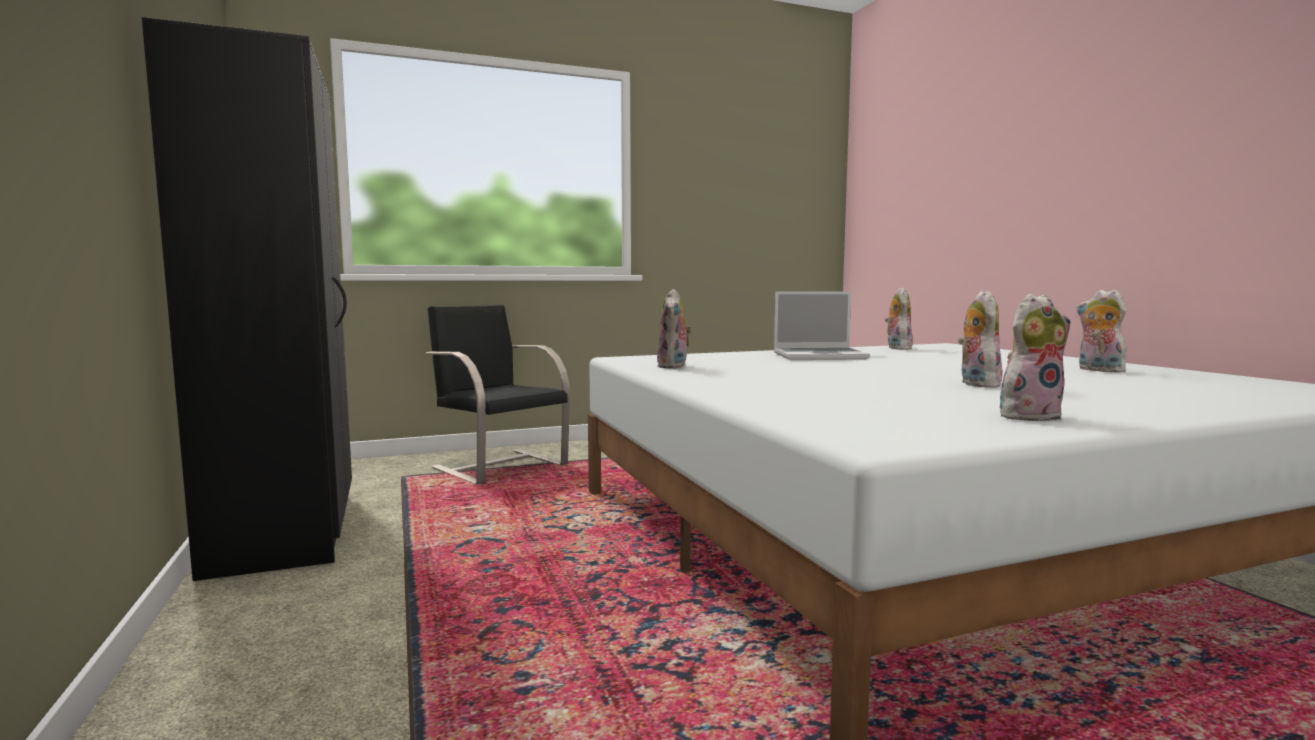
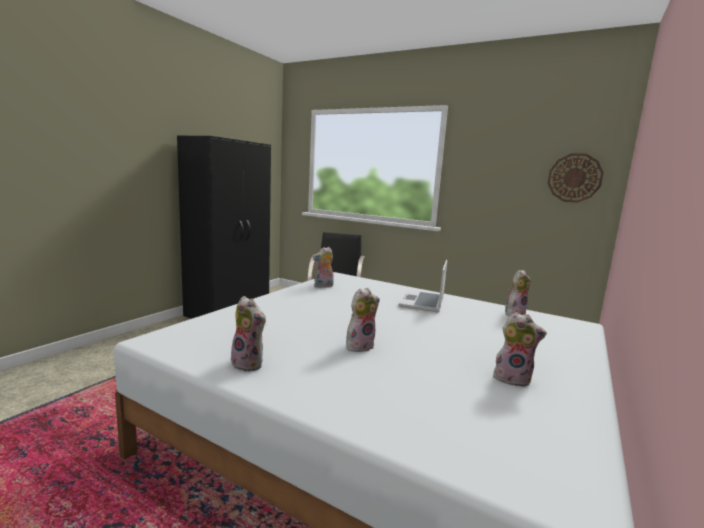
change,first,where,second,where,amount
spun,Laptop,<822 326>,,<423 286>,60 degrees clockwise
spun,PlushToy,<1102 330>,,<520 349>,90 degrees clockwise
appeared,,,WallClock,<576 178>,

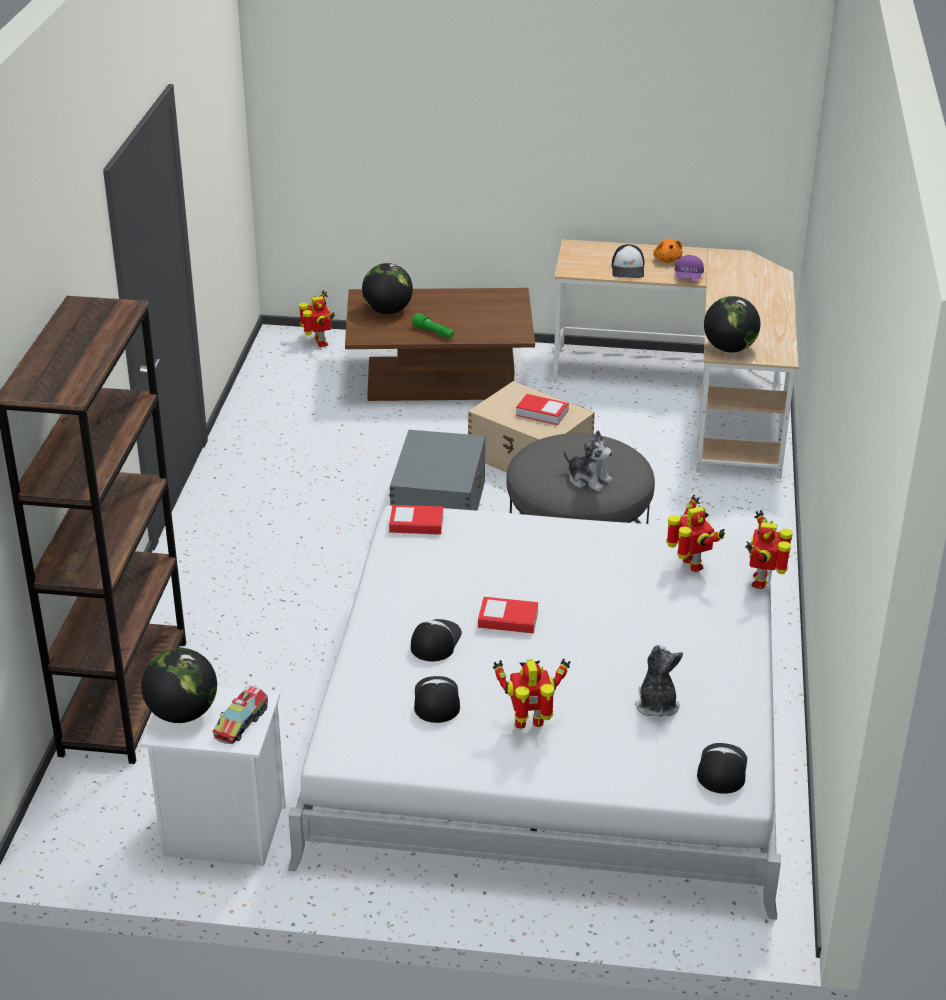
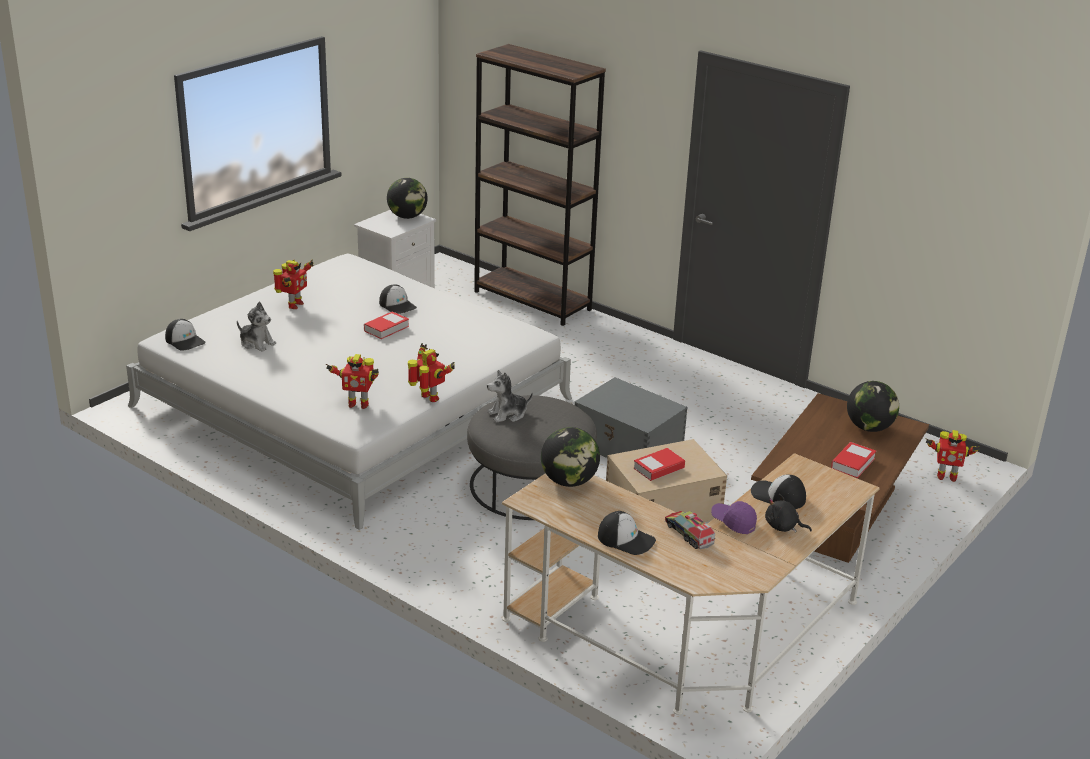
change,first,where,second,where,amount
relocated,ToyTruck,<240 714>,,<690 530>,
relocated,Book,<416 520>,,<853 460>,
missing,GreenFlashlight,<433 325>,,,
relocated,Cap,<437 699>,,<627 533>,
colour,OrangePlushToy,<668 251>,BlackPlushToy,<788 513>,
relocated,ToyRobot,<769 549>,,<431 372>,

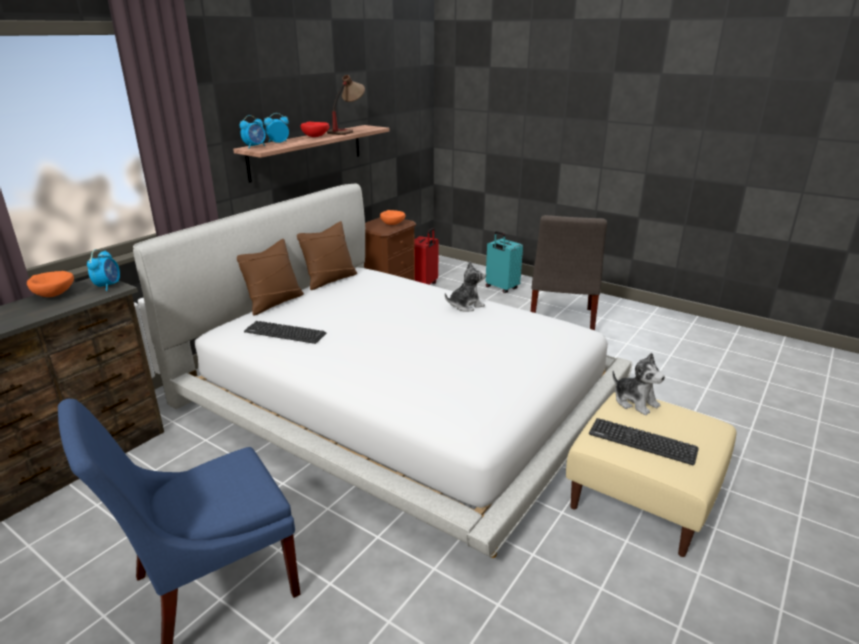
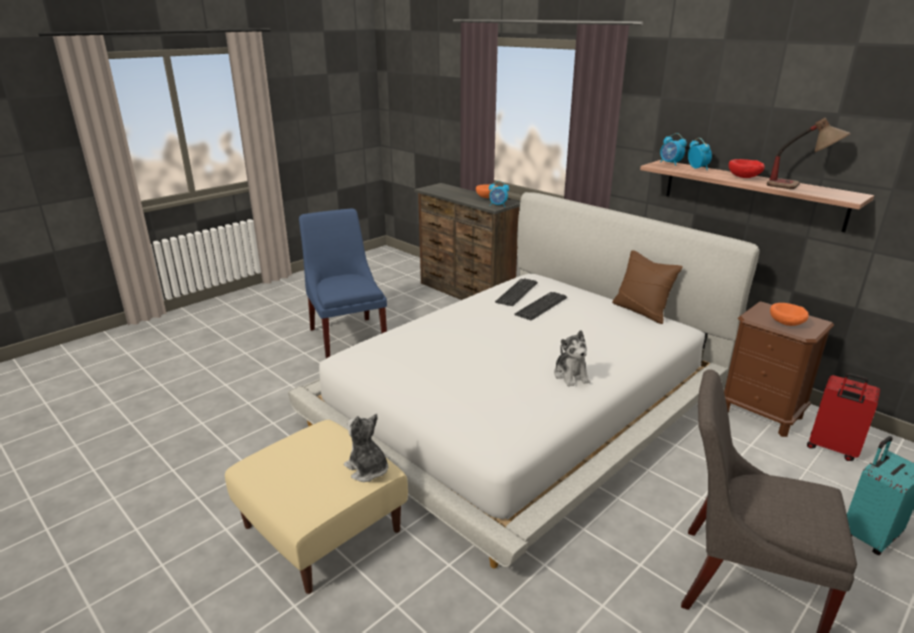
change,first,where,second,where,amount
missing,BrownPillow,<270 277>,,,
relocated,Keyboard,<644 441>,,<540 306>,
spun,PlushToy,<638 384>,,<366 448>,75 degrees clockwise

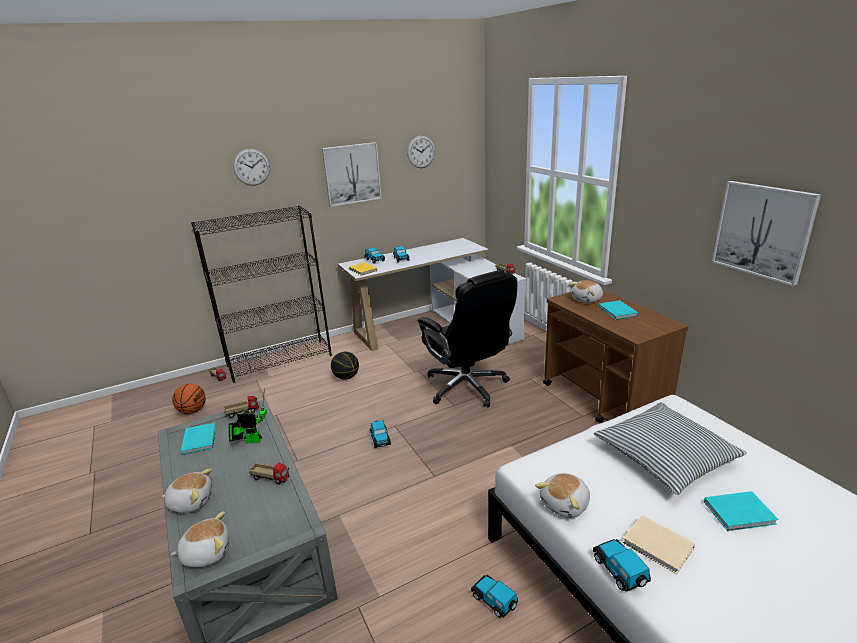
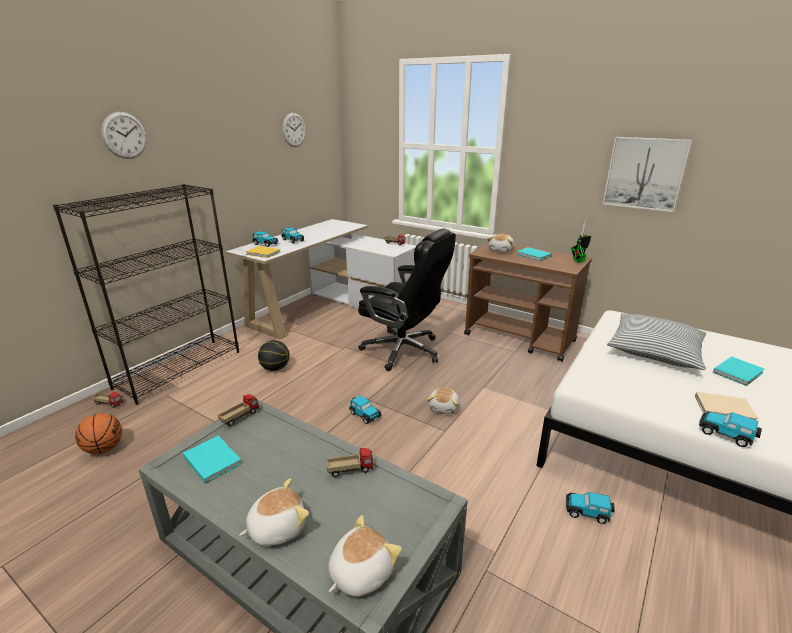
change,first,where,second,where,amount
relocated,ToyRobot,<248 416>,,<581 242>,
missing,Picture,<352 174>,,,
relocated,PlushToy,<562 495>,,<443 401>,

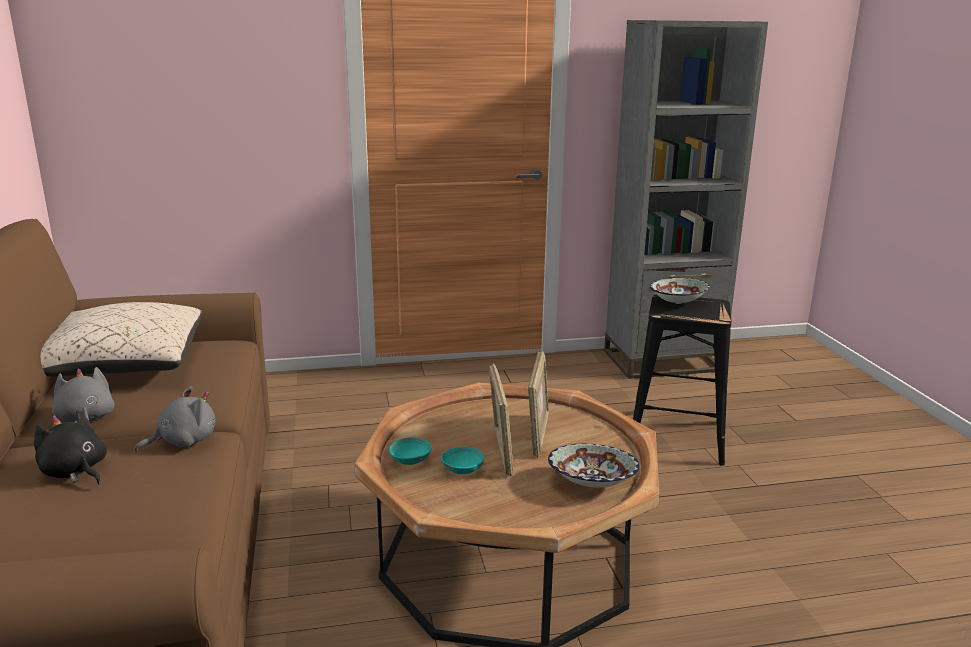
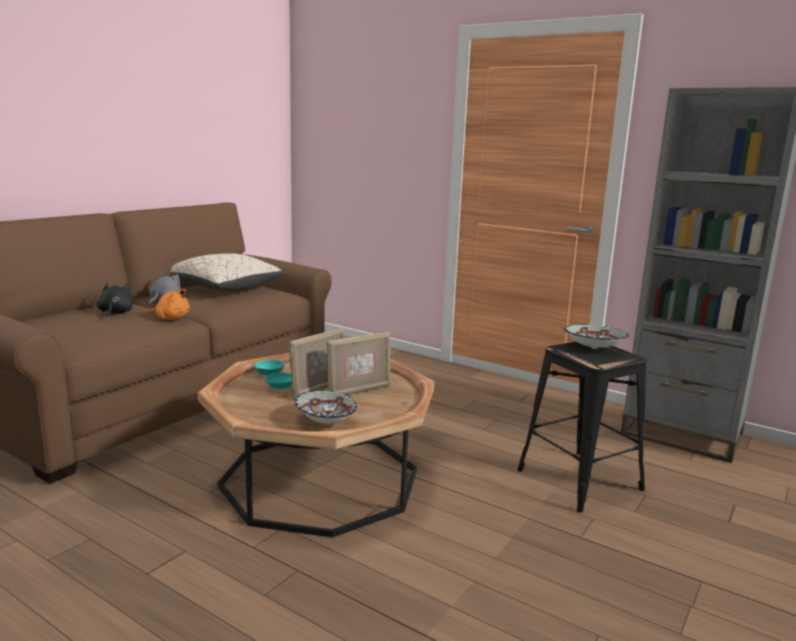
change,first,where,second,where,amount
colour,GreyPlushToy,<175 419>,OrangePlushToy,<167 304>,

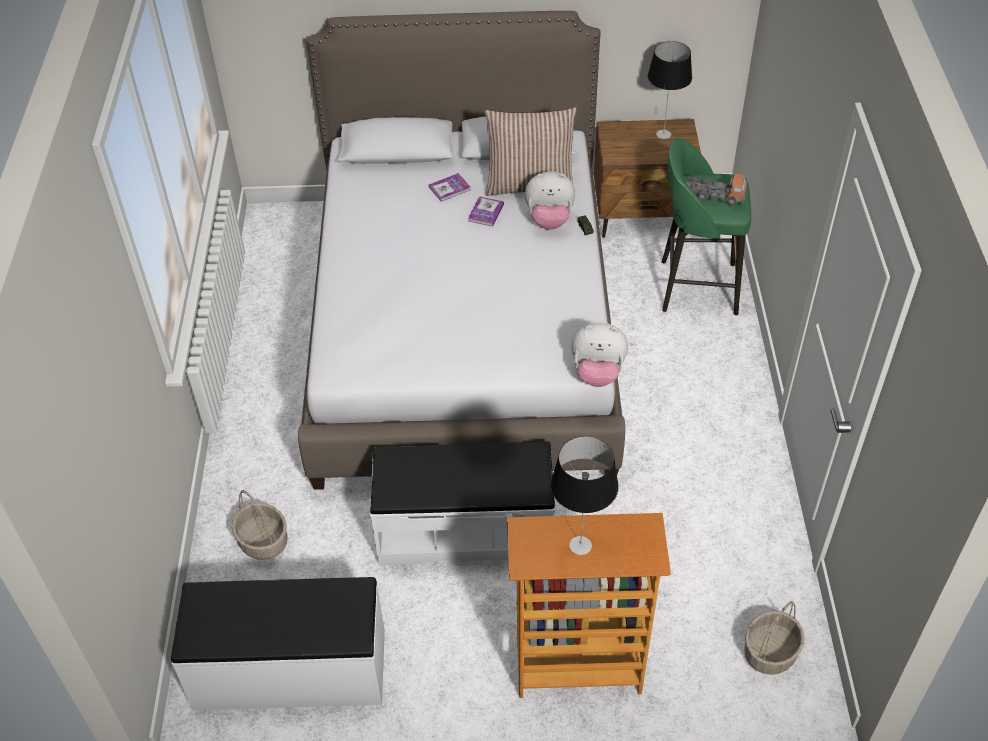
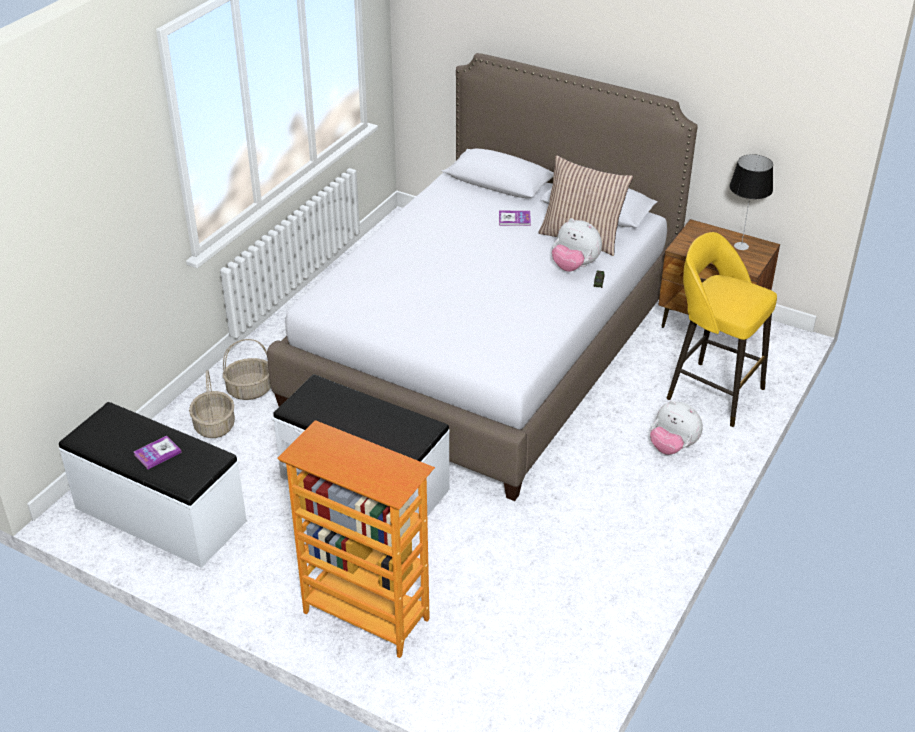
change,first,where,second,where,amount
relocated,Book,<486 211>,,<158 452>,
missing,TableLamp,<585 495>,,,
relocated,PlushToy,<599 354>,,<676 427>,
colour,GreenStool,<706 226>,YellowStool,<722 329>,
missing,ToyTruck,<716 189>,,,
relocated,Basket,<774 638>,,<247 369>,

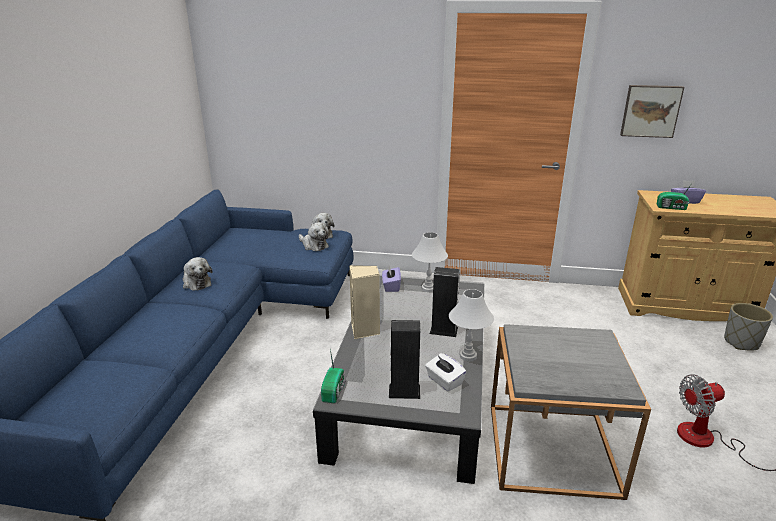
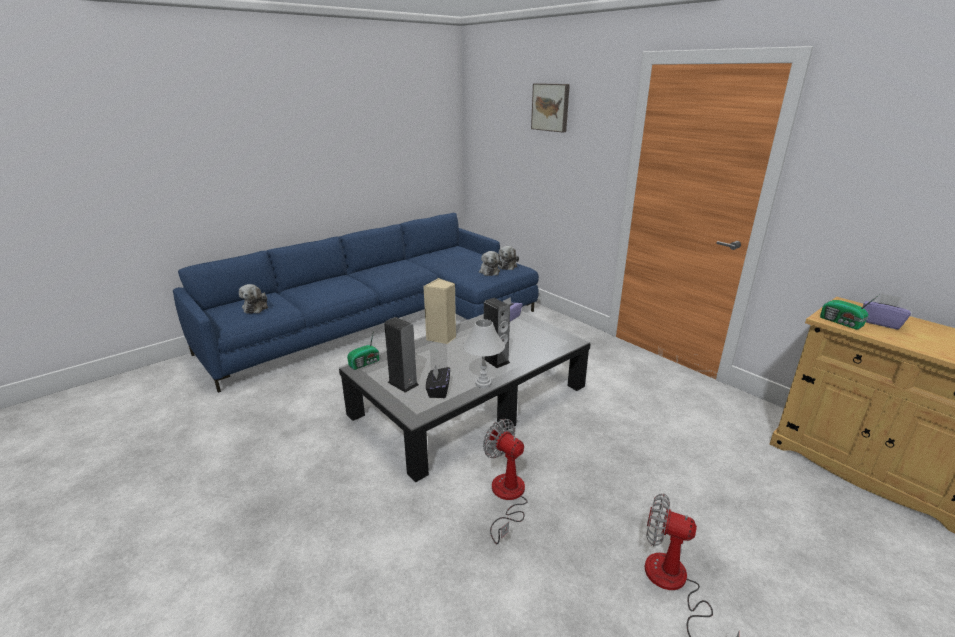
change,first,where,second,where,amount
relocated,PlushToy,<197 273>,,<253 299>,
missing,WhiteTableLamp,<430 262>,,,
colour,WhiteTissueBox,<445 372>,BlackTissueBox,<438 381>,
exchanged,GreySideTable,<571 412>,Fan,<505 482>,
relocated,Picture,<652 111>,,<550 108>,
missing,GreyPlanter,<748 327>,,,

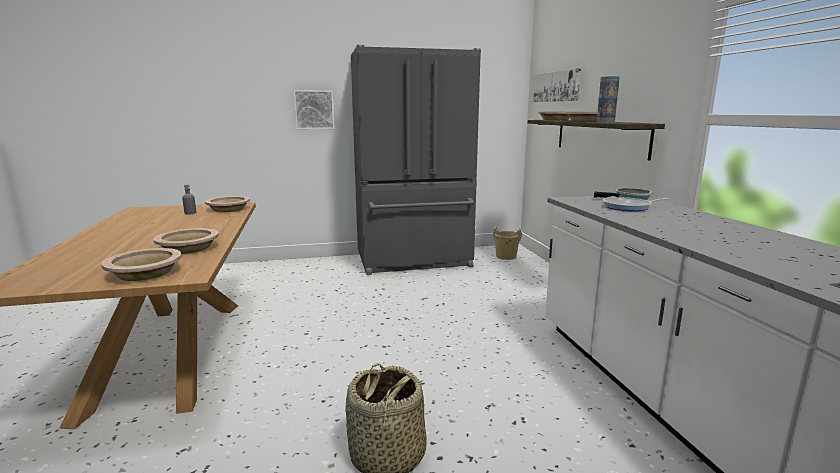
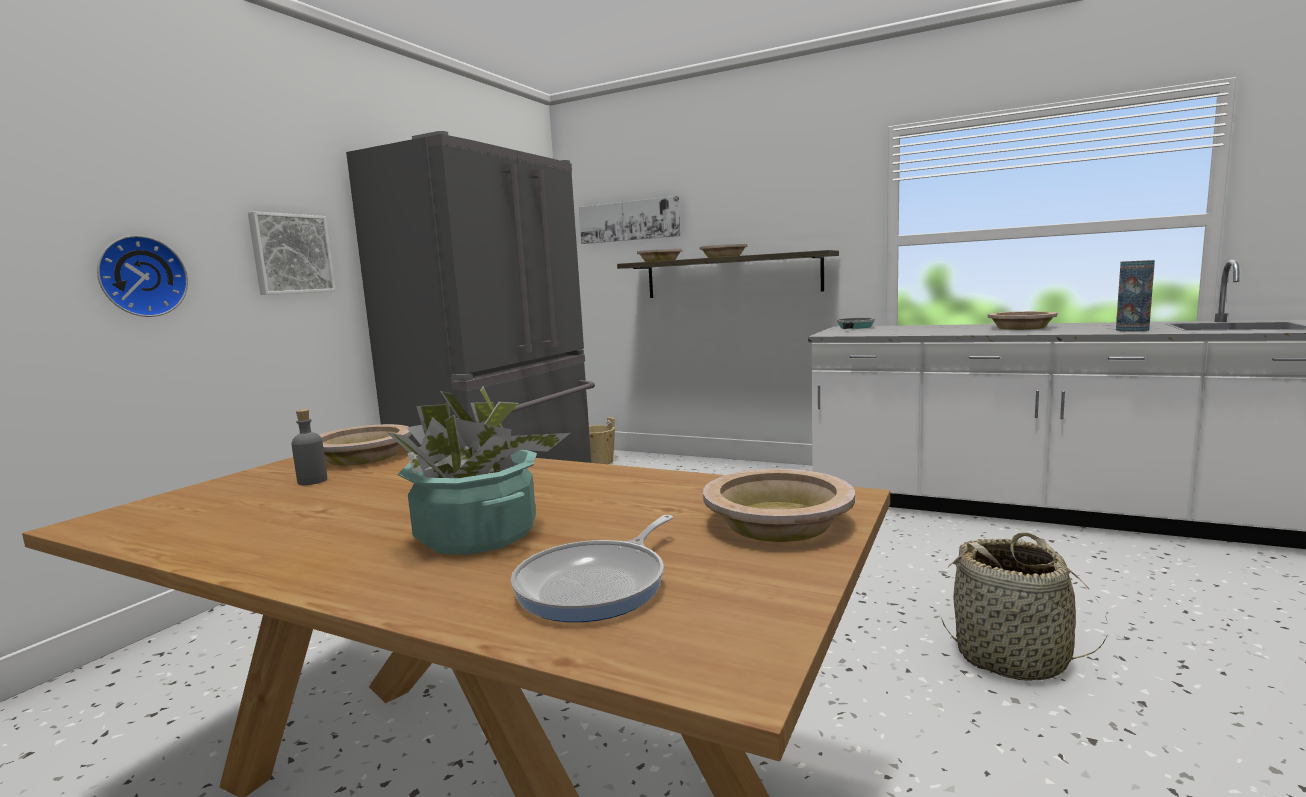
change,first,where,second,where,amount
relocated,BeigeBowl,<186 241>,,<1022 320>,
relocated,Vase,<608 99>,,<1135 296>,
relocated,FryingPan,<636 204>,,<592 568>,
appeared,,,WallClock,<142 276>,
appeared,,,PottedPlant,<478 471>,

